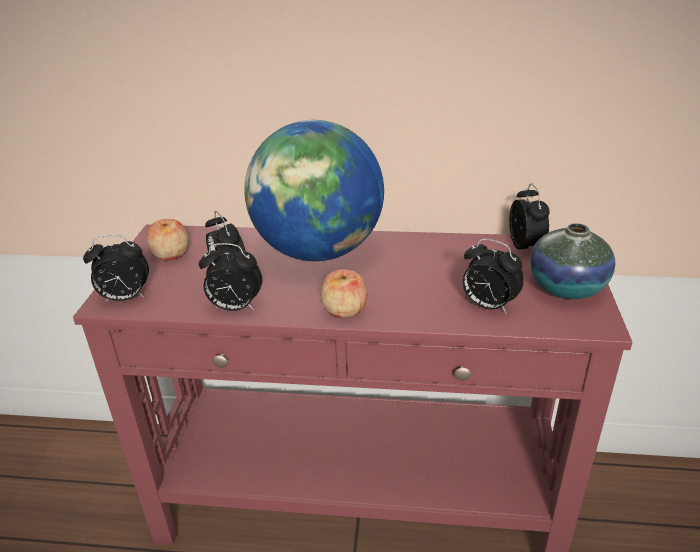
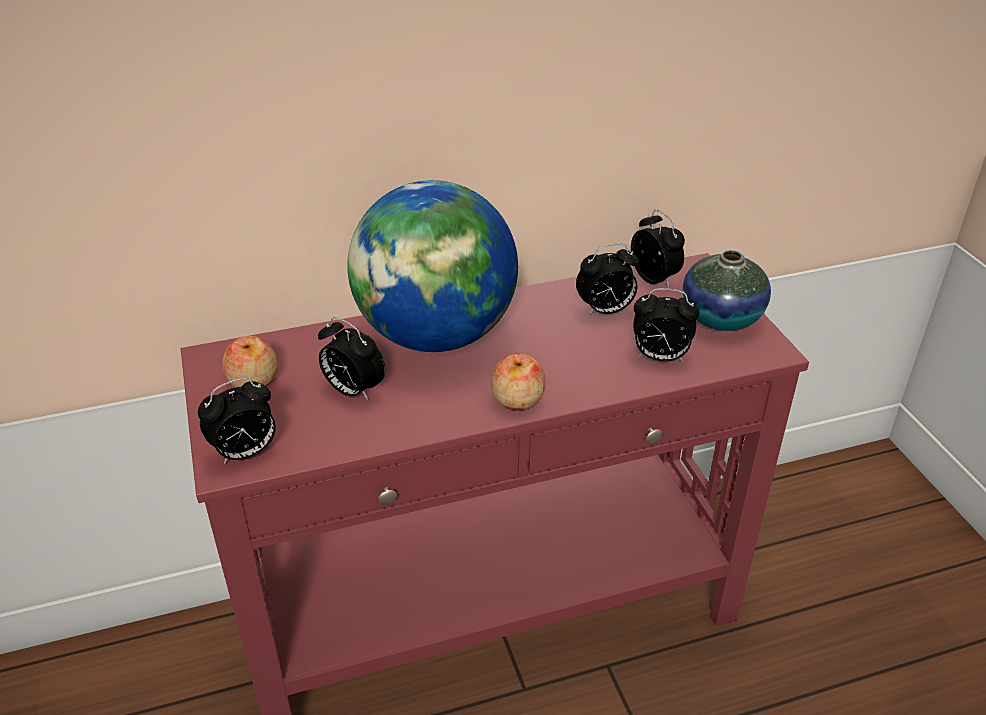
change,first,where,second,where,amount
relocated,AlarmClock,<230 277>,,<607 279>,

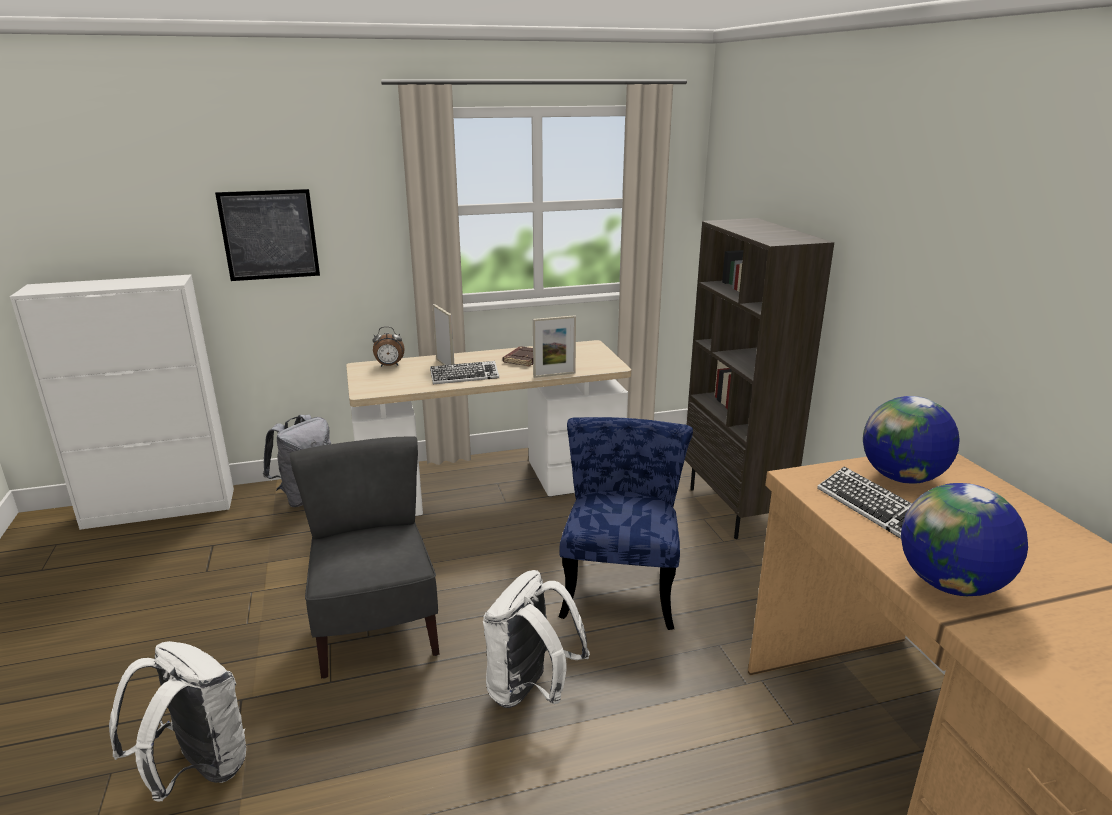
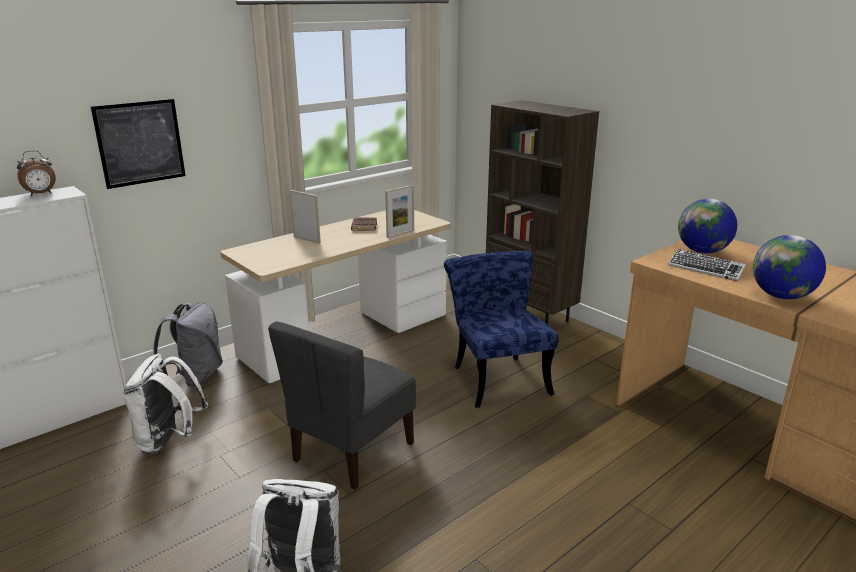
change,first,where,second,where,amount
spun,GreyChair,<364 557>,,<342 405>,105 degrees counterclockwise
relocated,AlarmClock,<388 346>,,<36 173>,
missing,Keyboard,<464 372>,,,
relocated,WhiteBackpack,<536 639>,,<165 404>,

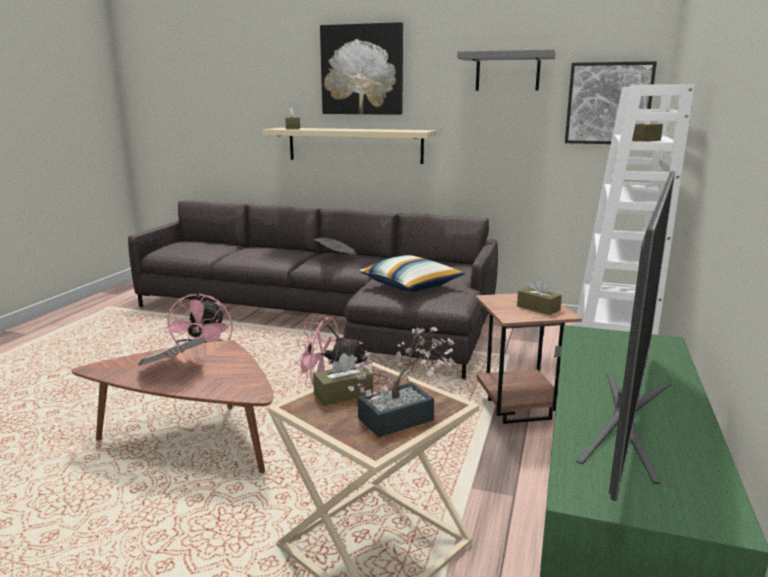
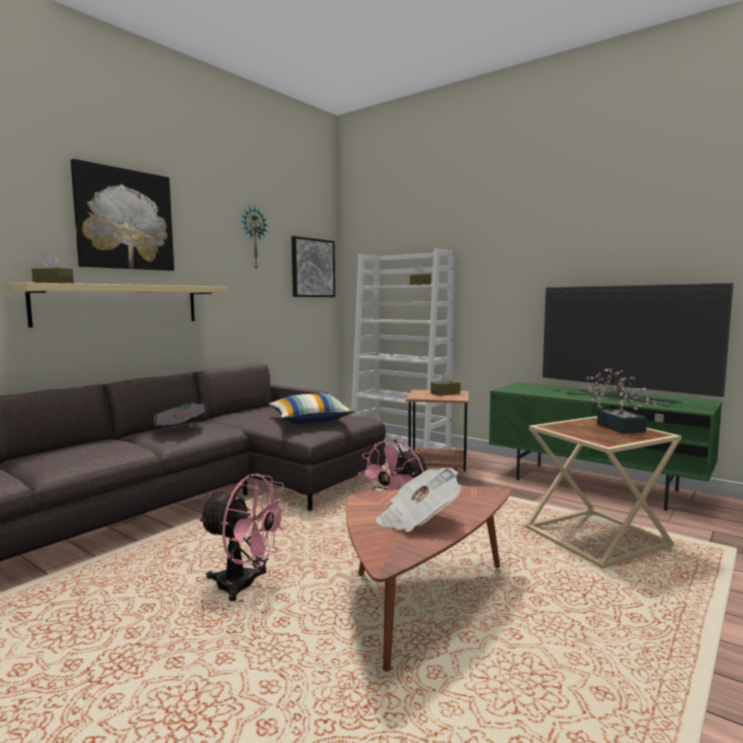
change,first,where,second,where,amount
missing,BrownTissueBox,<343 379>,,,
exchanged,GreyShelf,<506 70>,WallClock,<254 238>,

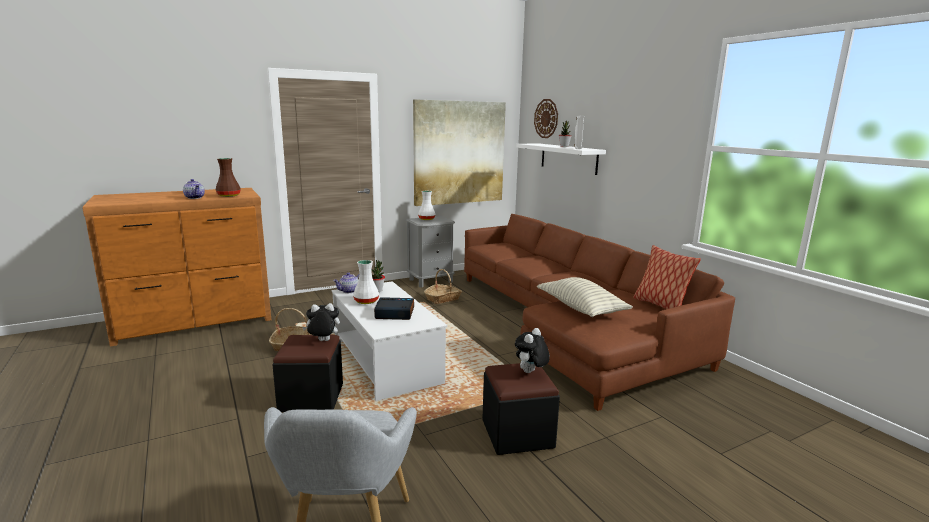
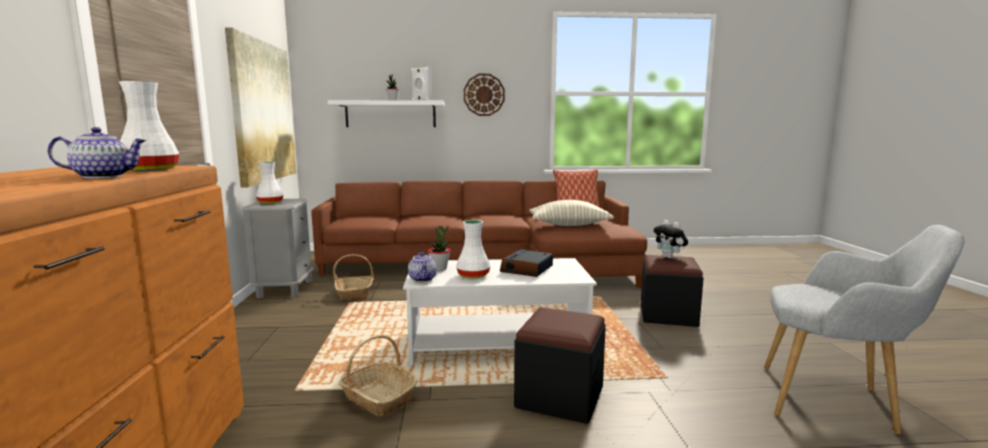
change,first,where,second,where,amount
colour,BrownVase,<228 177>,WhiteVase,<149 126>,
missing,PlushToy,<321 322>,,,
relocated,WallClock,<546 118>,,<484 95>,

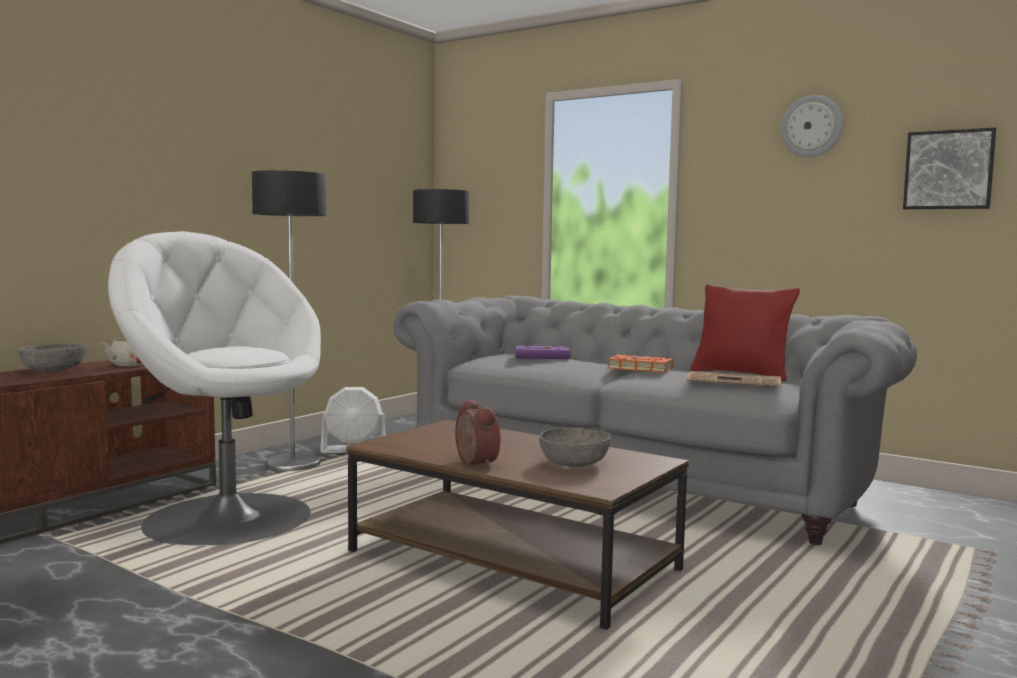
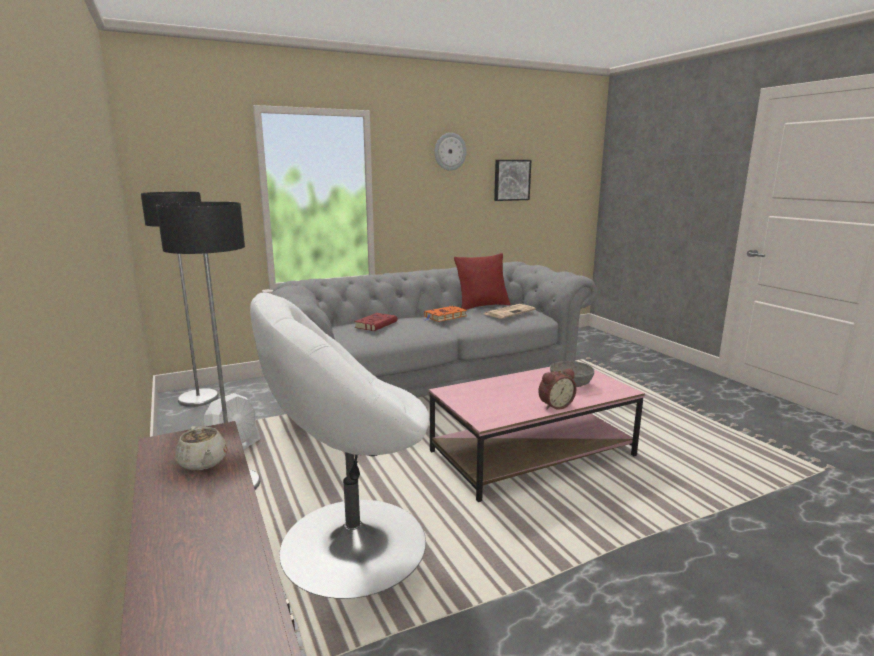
change,first,where,second,where,amount
missing,GreyBowl,<53 357>,,,
colour,BrownCoffeeTable,<517 525>,PinkCoffeeTable,<537 434>,
spun,AlarmClock,<477 433>,,<557 389>,150 degrees clockwise
colour,PurpleBook,<545 352>,RedBook,<375 322>,

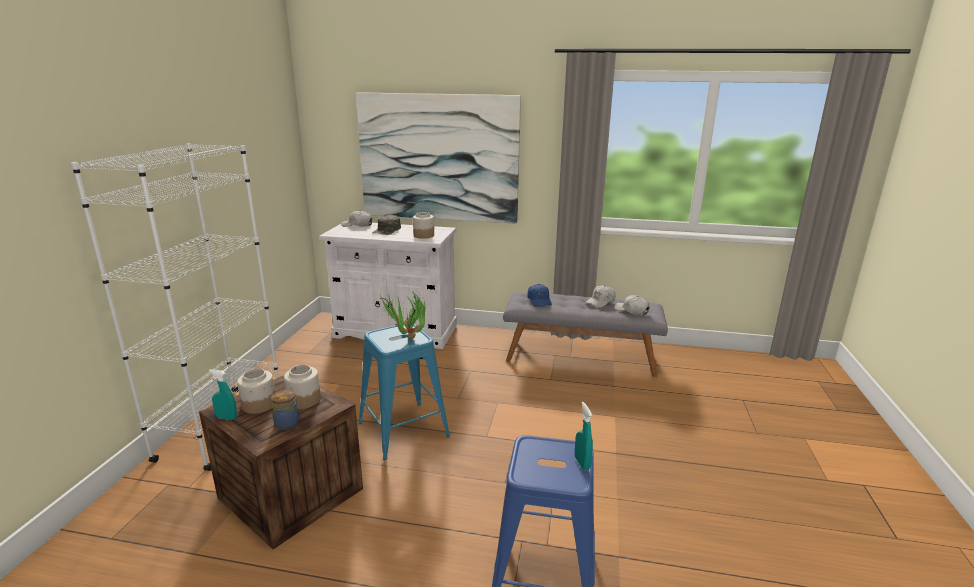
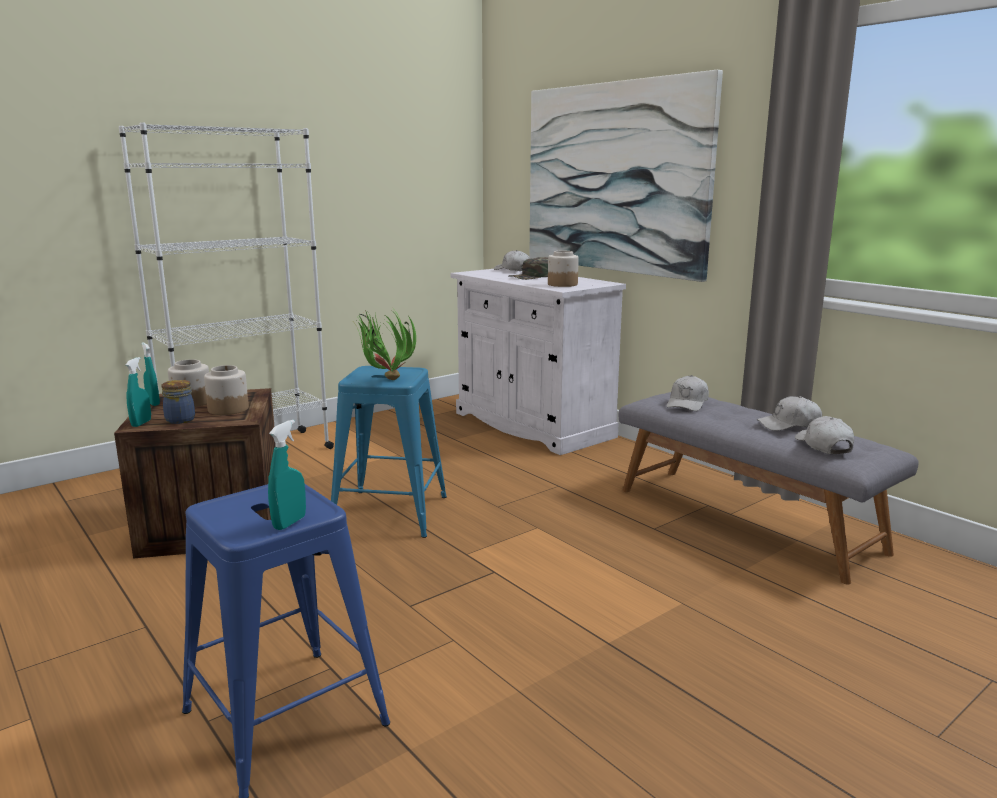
change,first,where,second,where,amount
colour,BlueCap,<539 295>,WhiteCap,<687 393>,
appeared,,,TurquoiseSprayBottle,<138 392>,

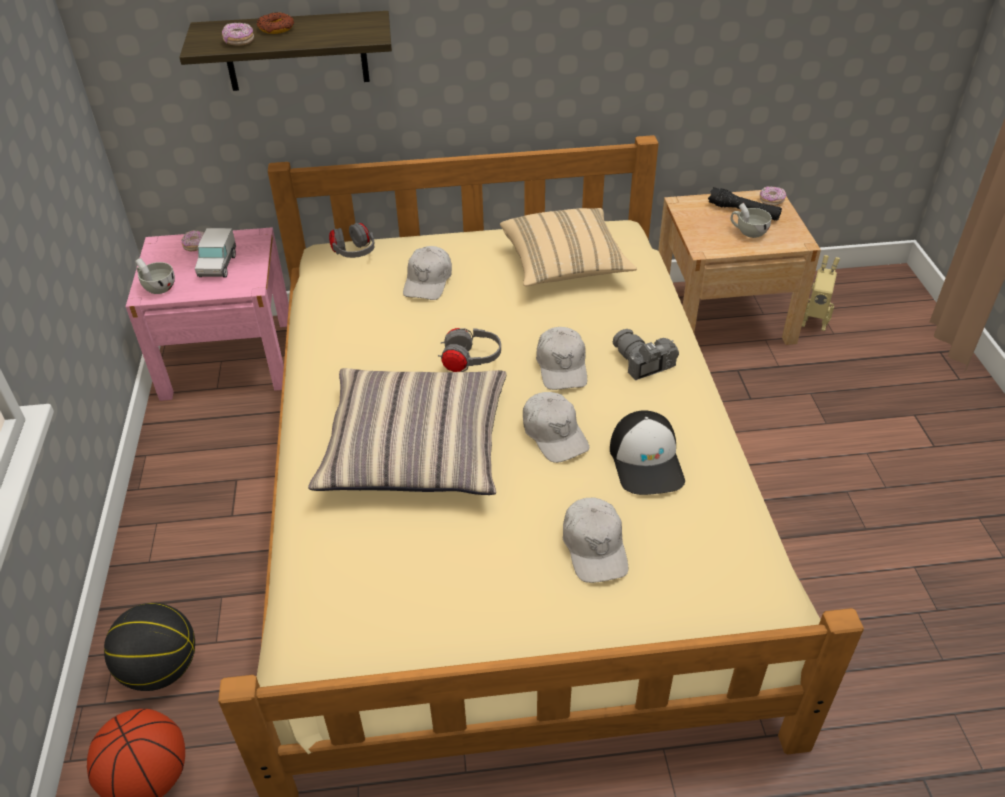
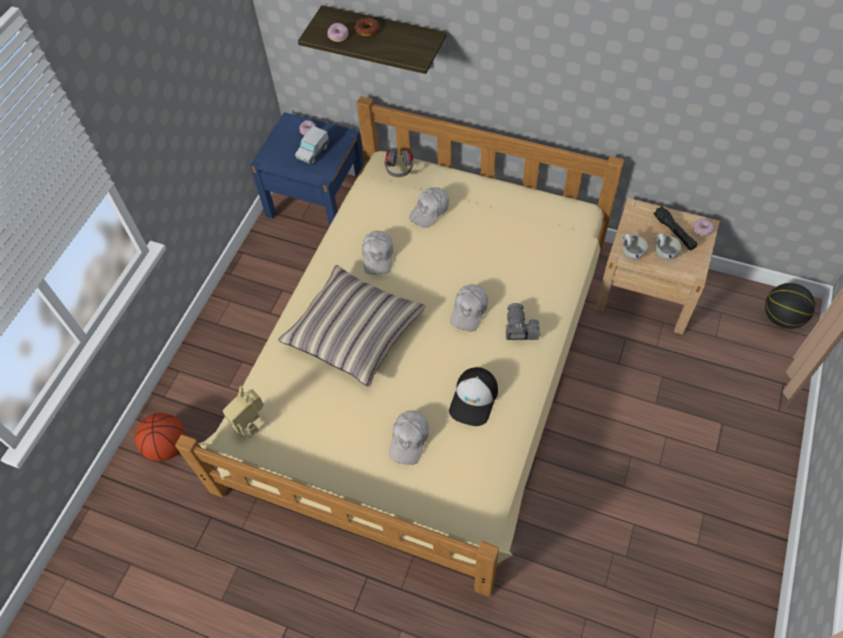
change,first,where,second,where,amount
relocated,Basketball,<149 647>,,<790 306>,
colour,PinkNightstand,<207 314>,BlueNightstand,<307 169>,
relocated,WhiteCup,<155 276>,,<635 246>,
missing,GreyHeadphones,<469 350>,,,
missing,BeigePillow,<568 247>,,,
relocated,WhiteCap,<556 427>,,<377 253>,
relocated,ToyRobot,<821 293>,,<243 412>,

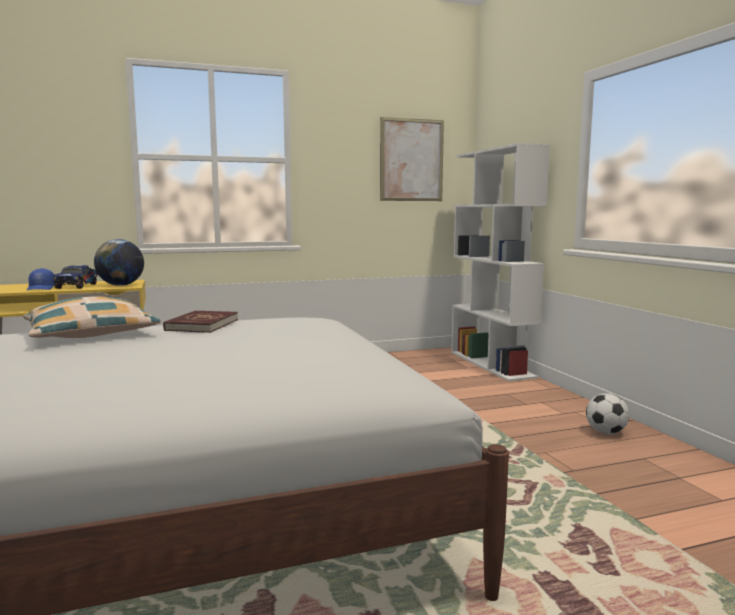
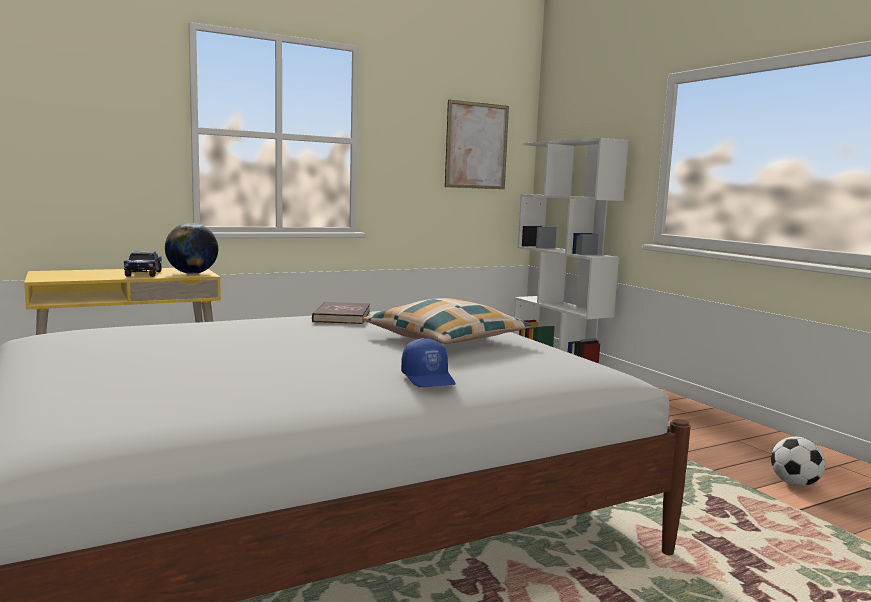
change,first,where,second,where,amount
relocated,Pillow,<92 317>,,<447 321>,
relocated,BlueCap,<41 279>,,<428 362>,
relocated,Football,<608 413>,,<798 461>,

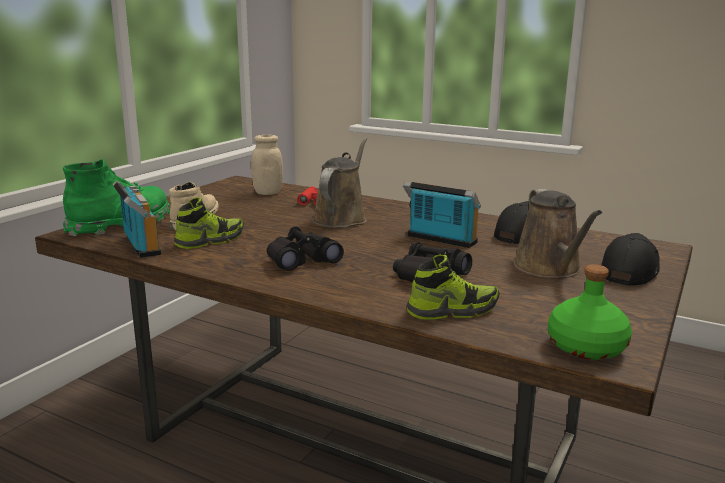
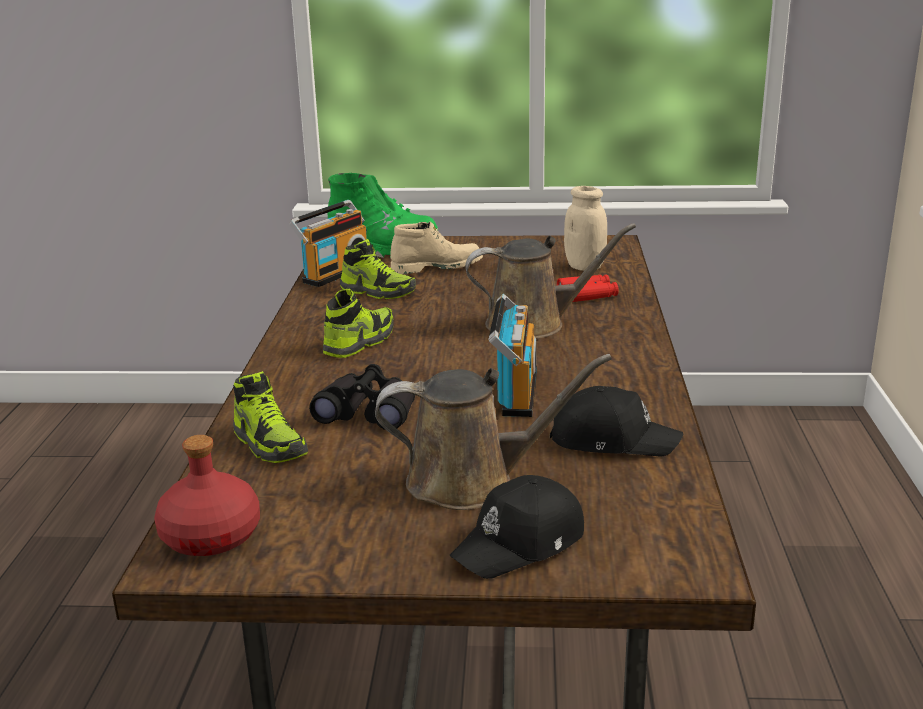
change,first,where,second,where,amount
exchanged,BlackBinoculars,<305 248>,Shoe,<358 323>,
spun,BrownWateringCan,<557 233>,,<493 432>,150 degrees counterclockwise
colour,GreenBottle,<590 312>,RedBottle,<207 495>,
spun,BlackCap,<630 259>,,<517 527>,135 degrees clockwise

